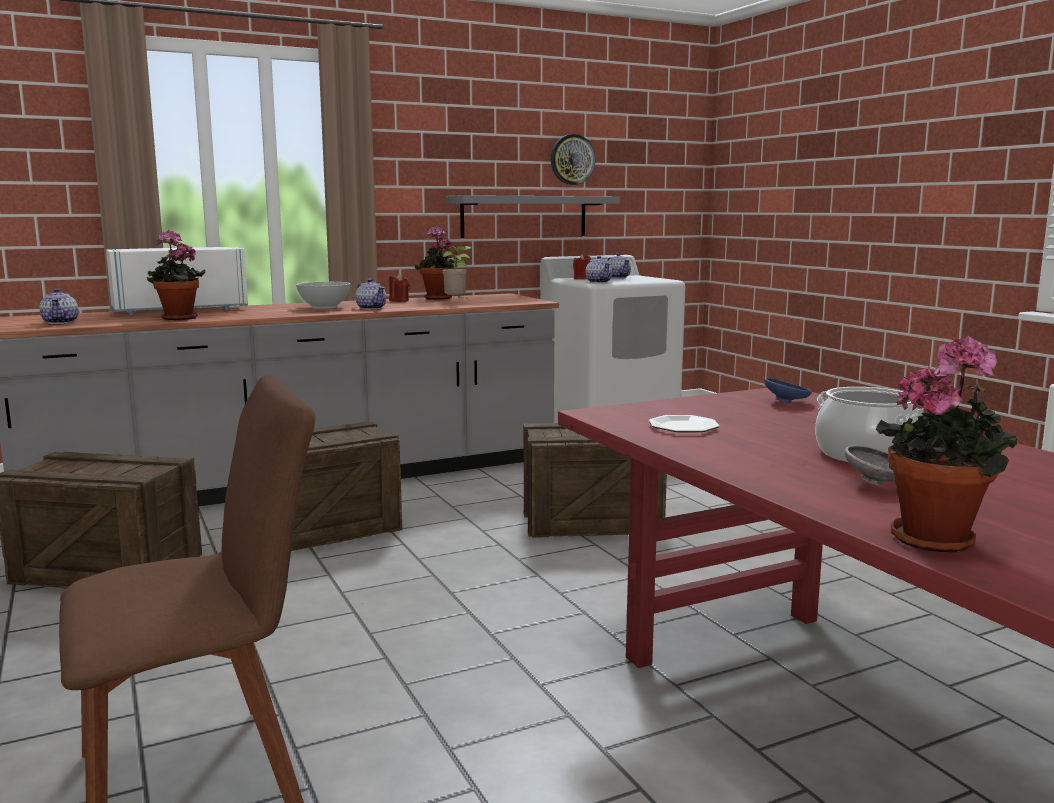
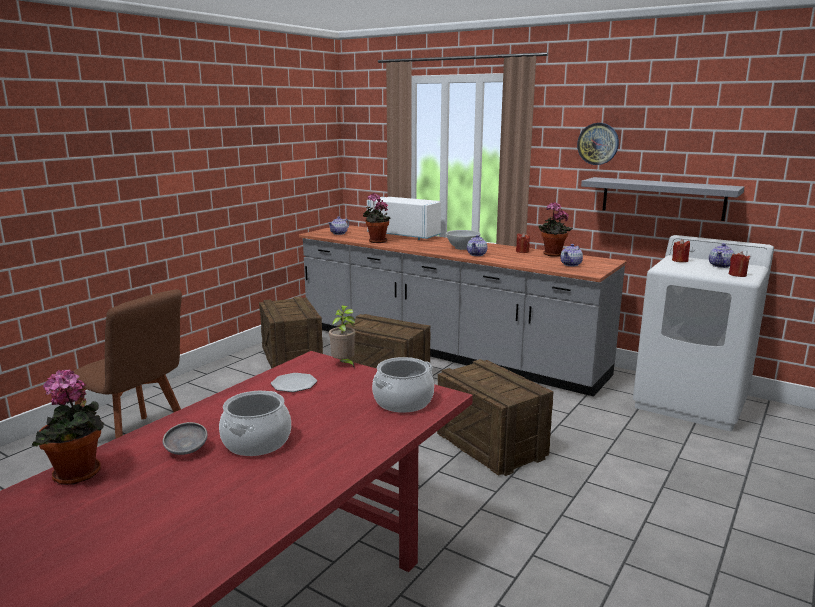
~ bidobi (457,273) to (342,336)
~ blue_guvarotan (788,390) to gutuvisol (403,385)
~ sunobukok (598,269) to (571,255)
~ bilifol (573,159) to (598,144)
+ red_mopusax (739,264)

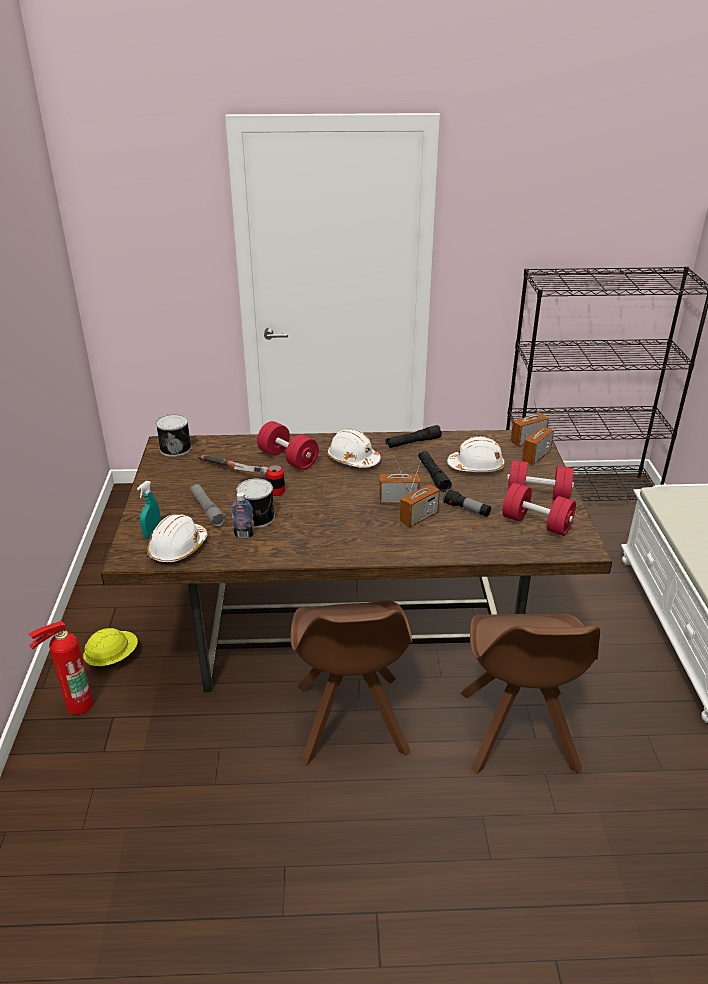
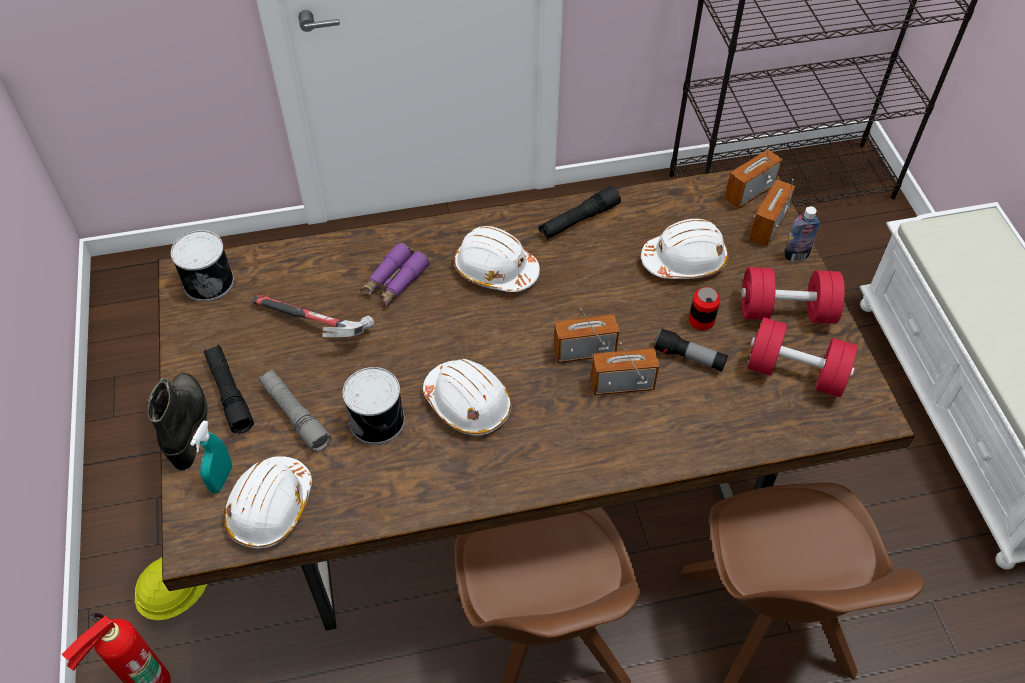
+ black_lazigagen (177,421)
~ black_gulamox (435,471) to (229,389)
~ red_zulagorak (288,445) to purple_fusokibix (395,274)
+ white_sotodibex (467,397)
~ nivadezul (420,494) = (625,369) 135 degrees counterclockwise
~ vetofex (276,480) to (704,308)
~ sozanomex (243,515) to (802,233)

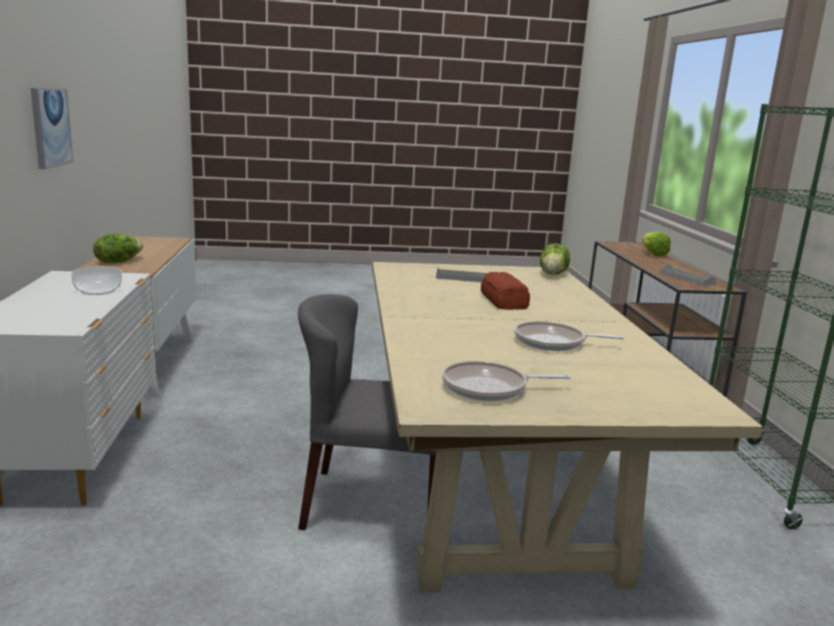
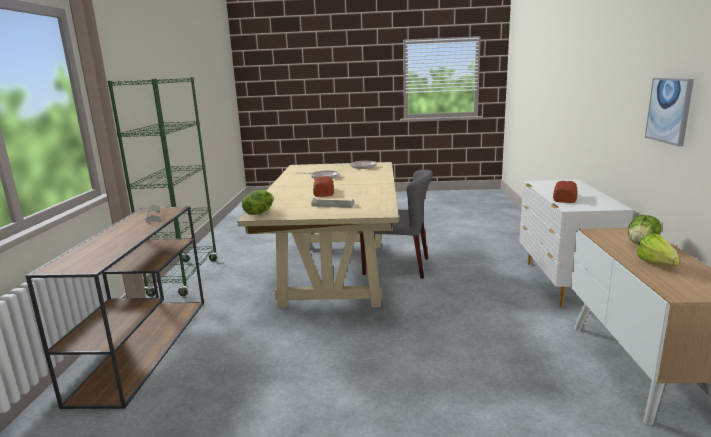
~ guvarotan (96,280) to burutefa (565,192)
~ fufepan (656,244) to (658,249)

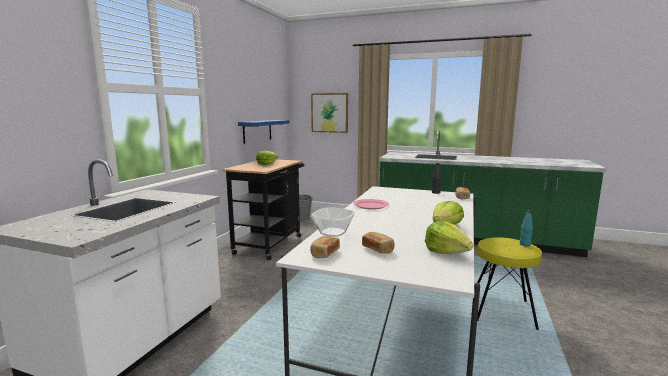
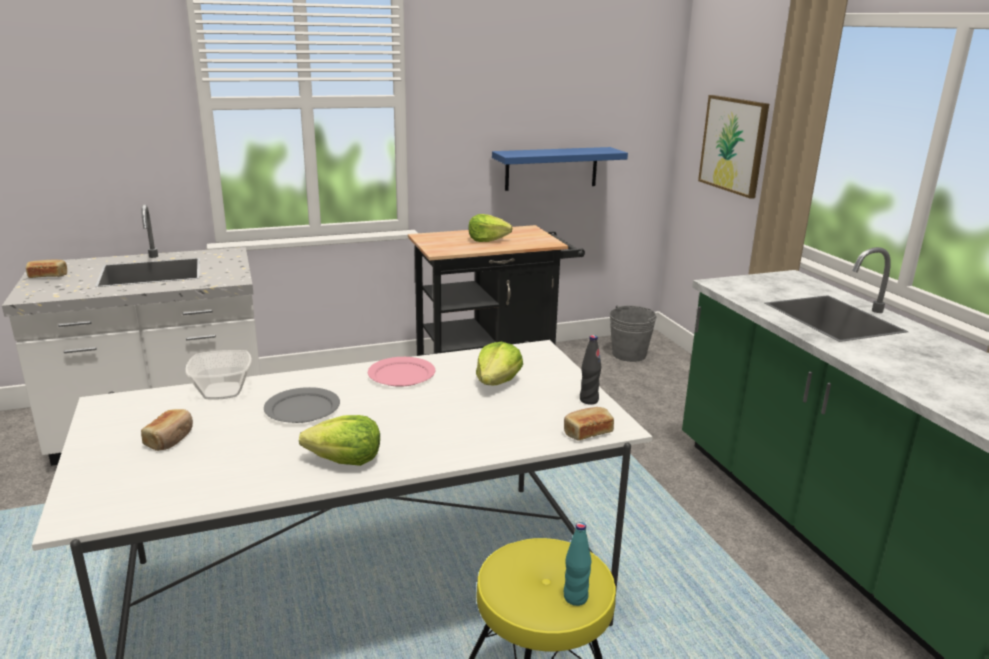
~ burutefa (325,246) to (46,269)
+ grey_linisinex (302,405)
~ fufepan (449,237) to (499,363)

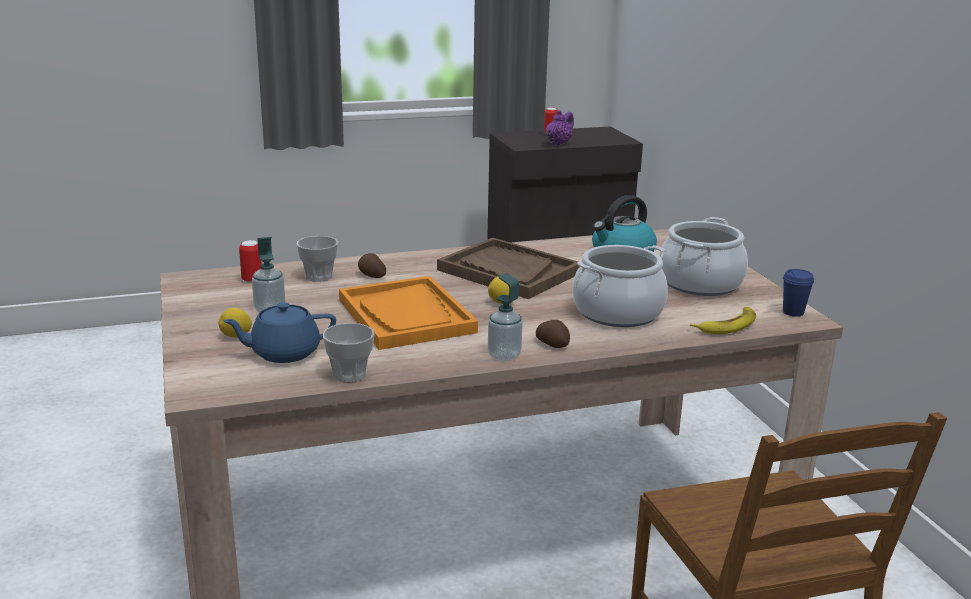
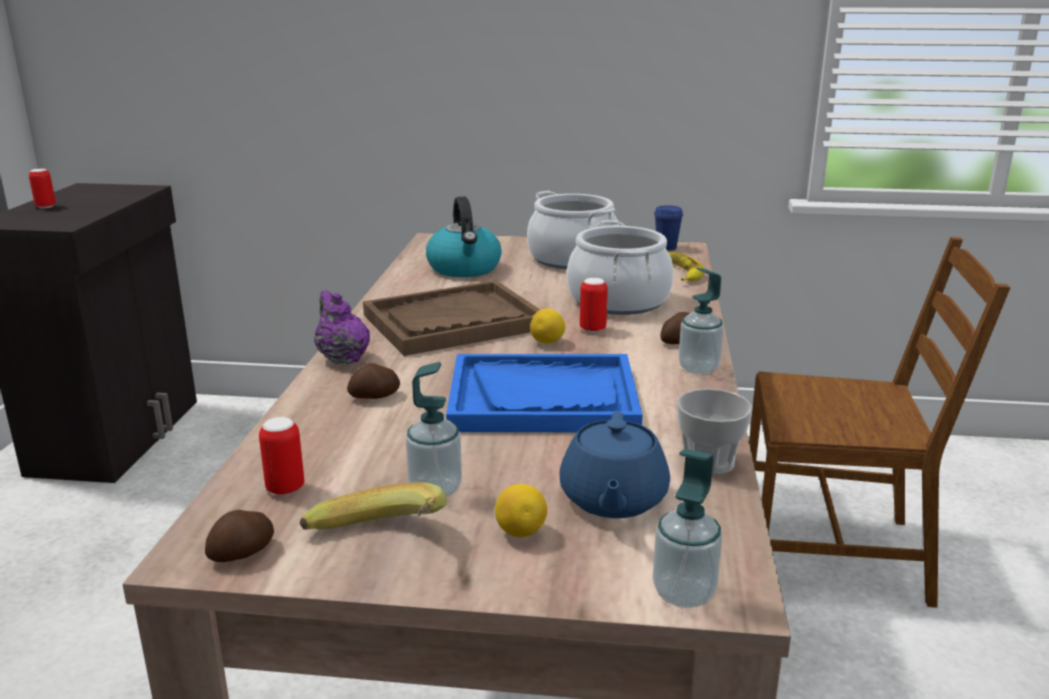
+ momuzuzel (239,536)
+ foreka (373,506)
~ purple_sunobukok (560,127) to (342,327)
~ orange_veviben (408,313) to blue_veviben (544,393)
+ vetofex (594,305)
+ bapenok (687,528)
- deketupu (317,259)

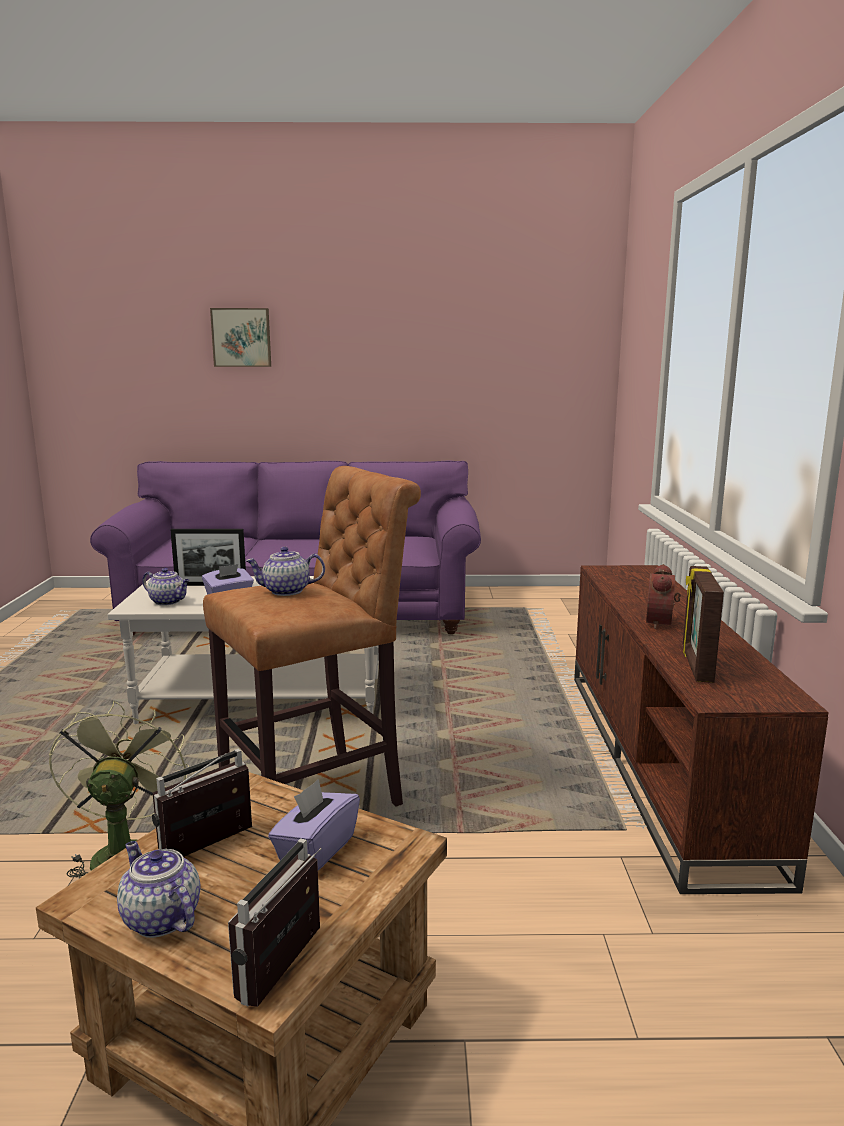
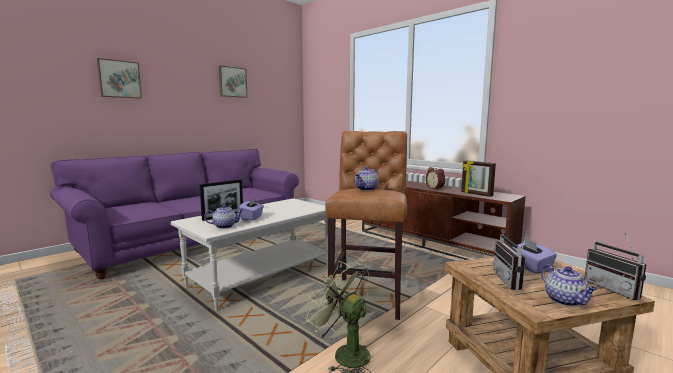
+ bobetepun (233,81)
~ sunobukok (159,889) = (569,285) 105 degrees counterclockwise

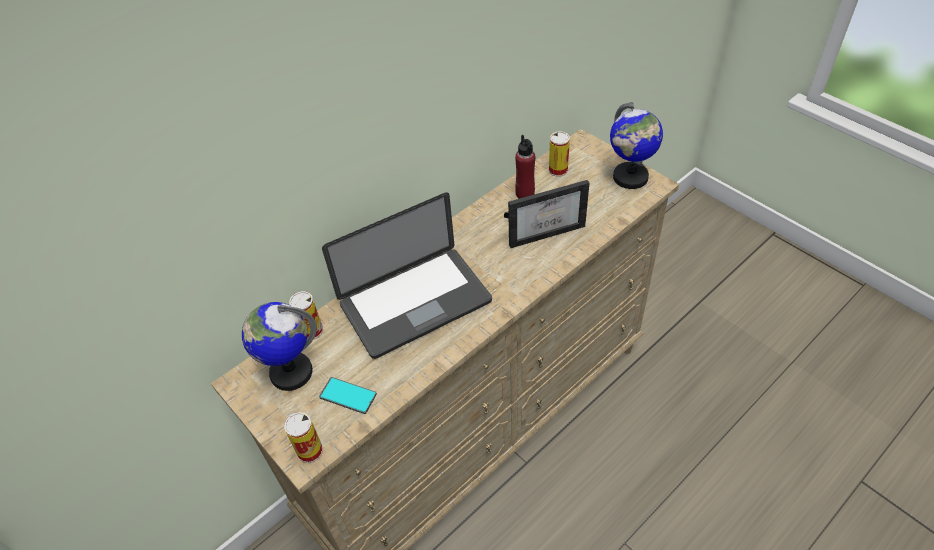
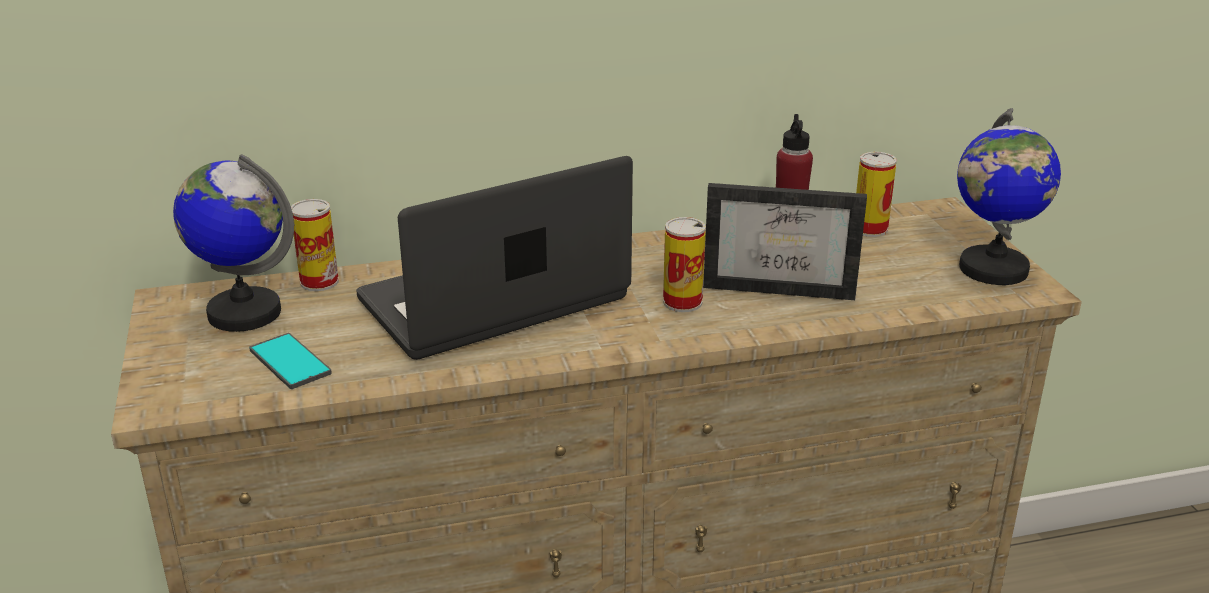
~ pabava (407,275) = (494,258) 150 degrees clockwise
~ vetofex (303,437) to (684,264)

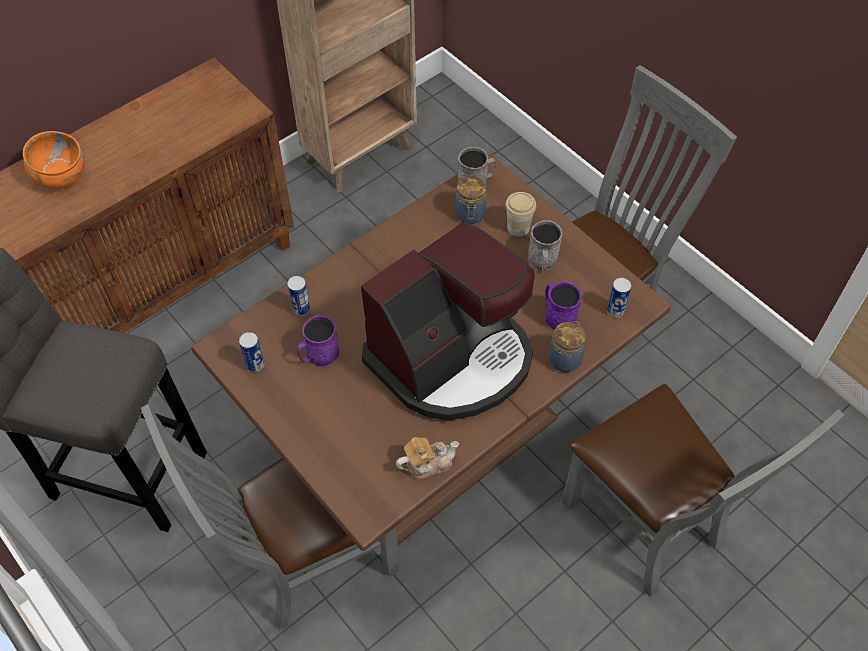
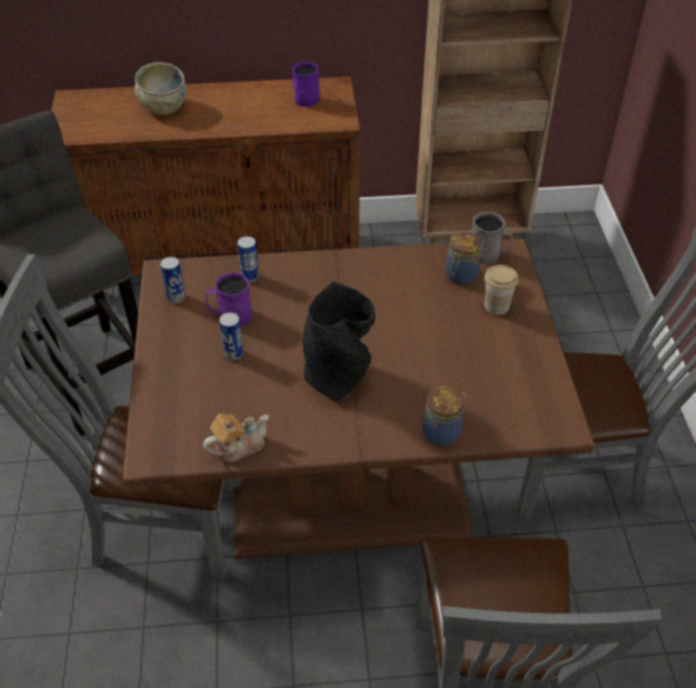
~ orange_guvarotan (54,160) to beige_guvarotan (161,88)
~ sunobukok (427,458) = (236,437) 45 degrees counterclockwise
~ vetofex (619,297) to (231,336)
~ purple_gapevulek (563,306) to (306,84)
~ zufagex (448,321) to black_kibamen (339,341)
- grey_gapevulek (545,245)

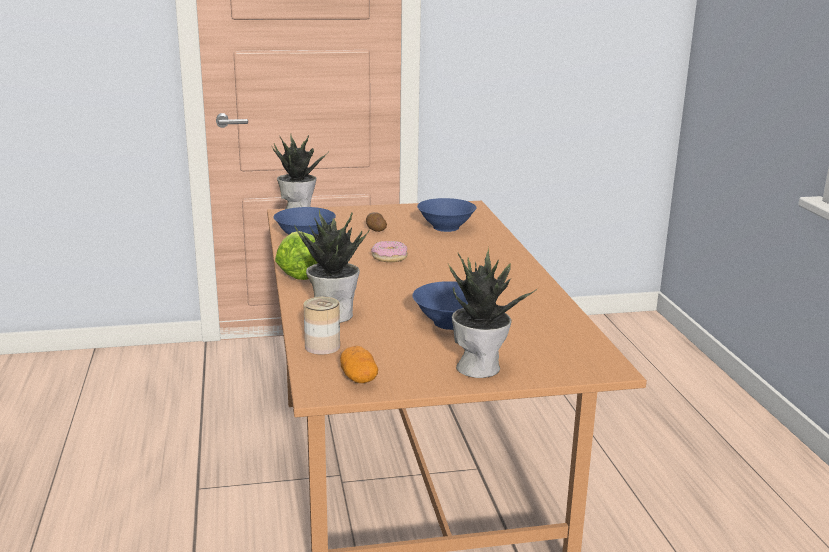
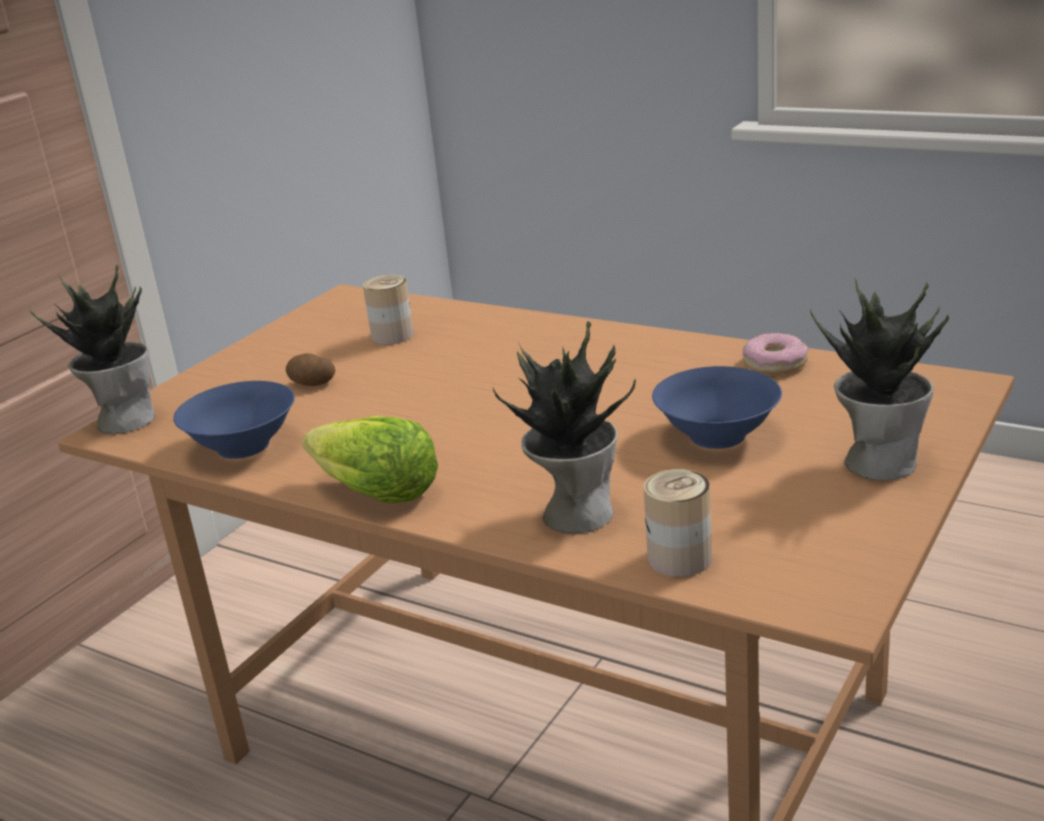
~ blue_guvarotan (446,215) to vetofex (388,309)
~ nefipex (389,251) to (776,353)
- momuzuzel (359,364)

